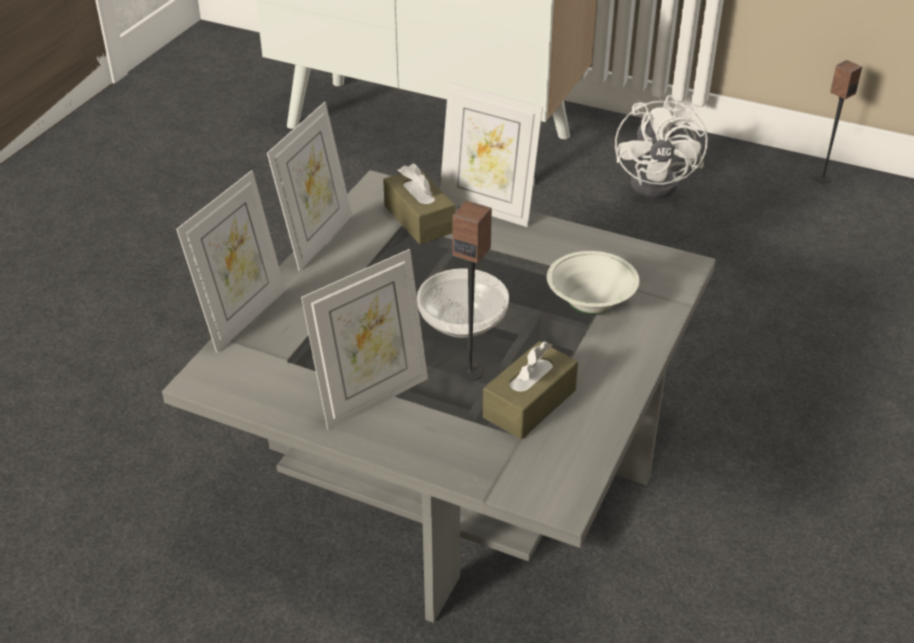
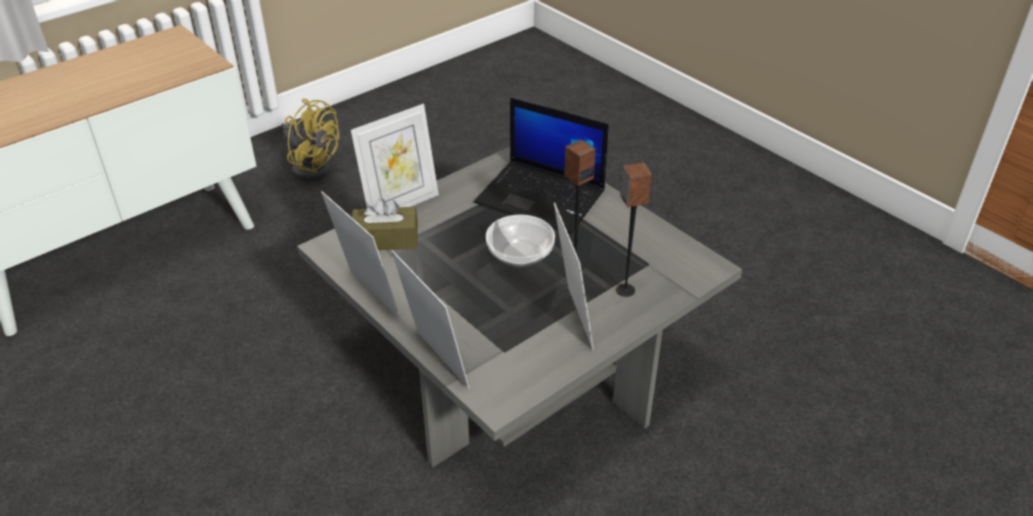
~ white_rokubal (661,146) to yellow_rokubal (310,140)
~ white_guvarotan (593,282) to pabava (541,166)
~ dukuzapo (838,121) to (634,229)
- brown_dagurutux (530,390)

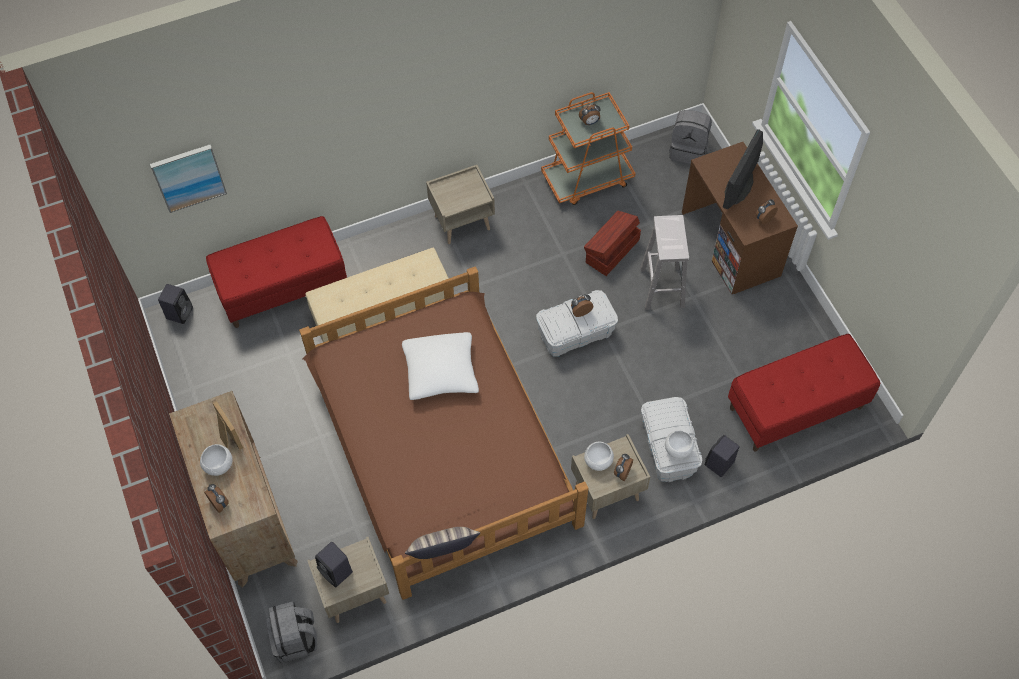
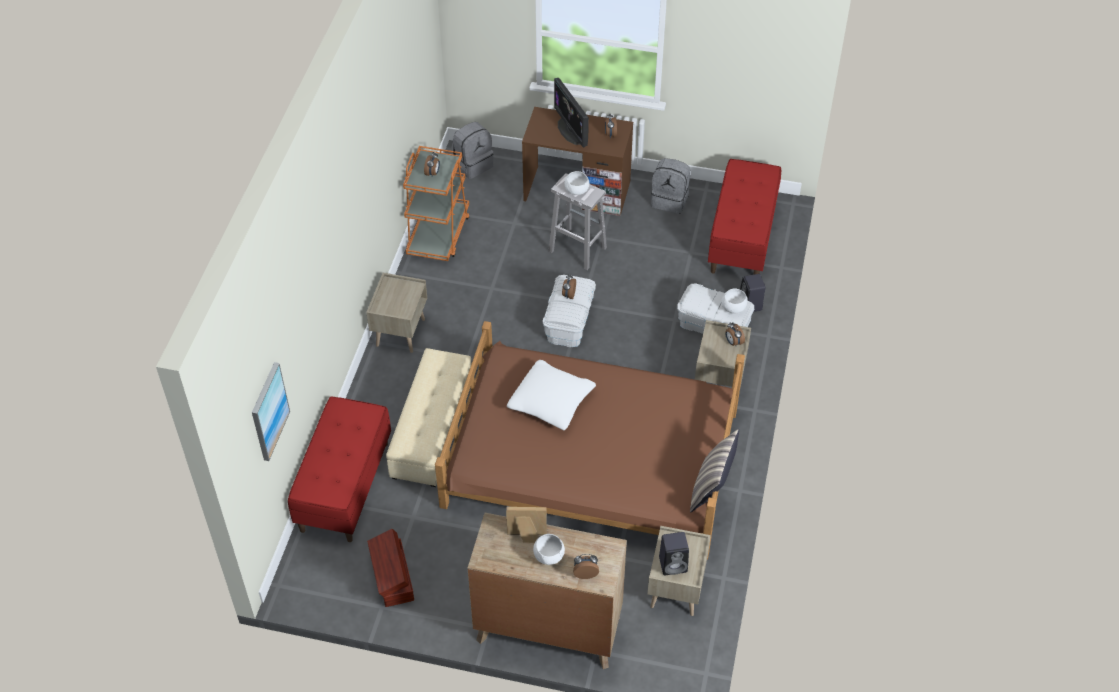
~ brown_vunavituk (612,243) to (390,568)
~ white_guvarotan (599,456) to (577,183)
~ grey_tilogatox (291,632) to (671,186)
- black_dukuzapo (175,304)

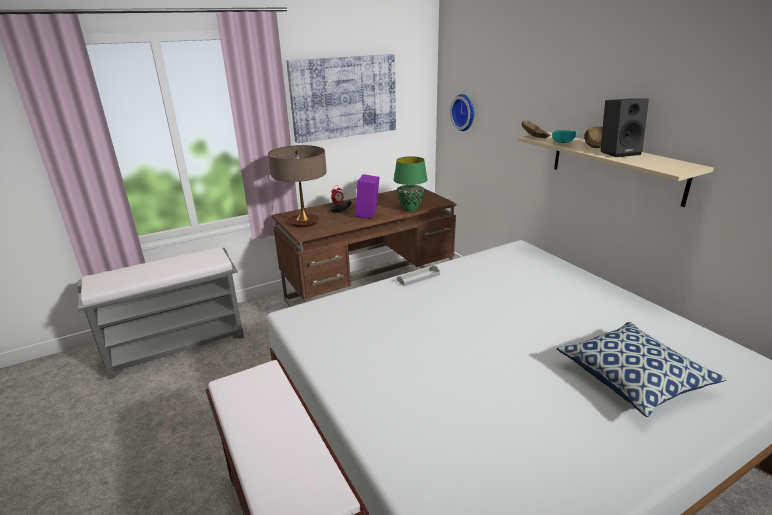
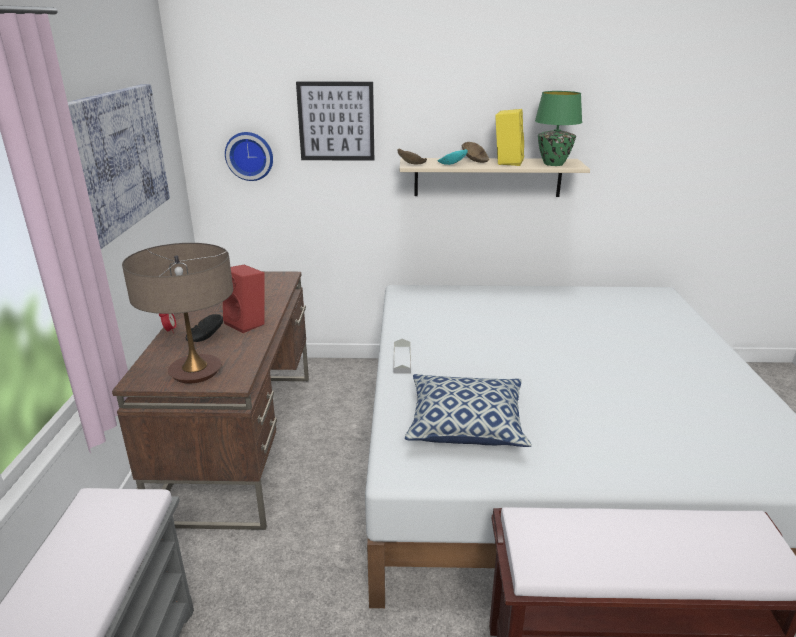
~ purple_dukuzapo (367,196) to red_dukuzapo (244,299)
+ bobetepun (335,121)
~ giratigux (642,369) to (468,410)
~ black_dukuzapo (624,127) to yellow_dukuzapo (509,137)
~ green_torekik (411,183) to (558,128)

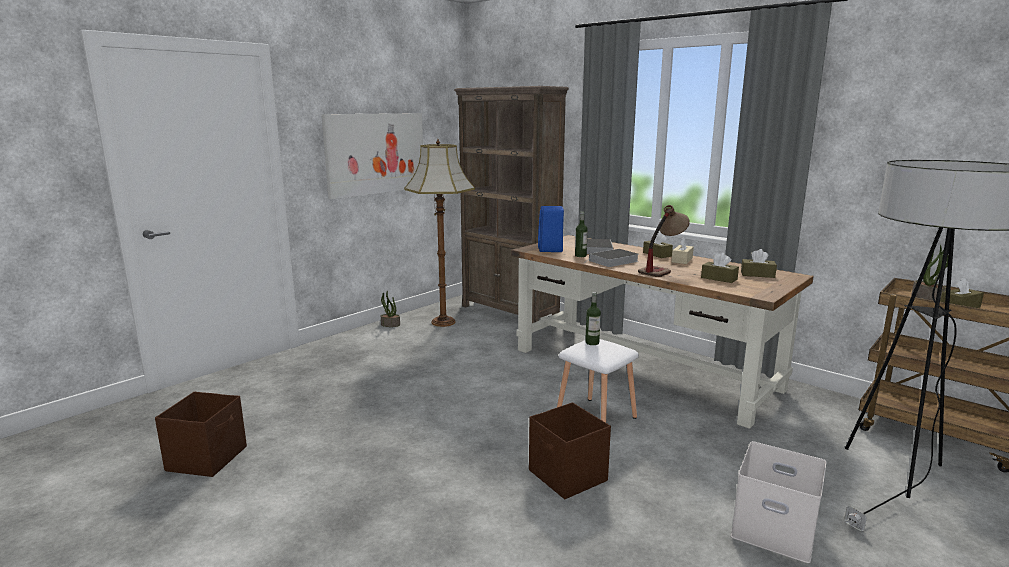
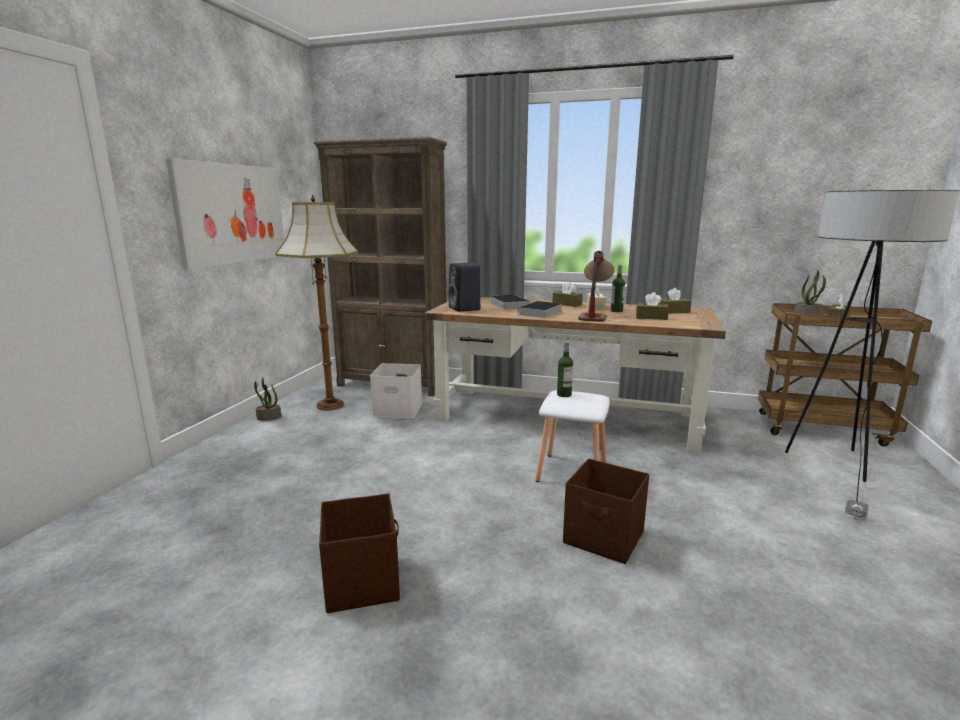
~ brown_vunavituk (201,434) to (359,553)
~ white_vunavituk (779,502) to (396,390)
~ blue_dukuzapo (551,229) to black_dukuzapo (464,287)
~ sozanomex (581,234) to (618,288)

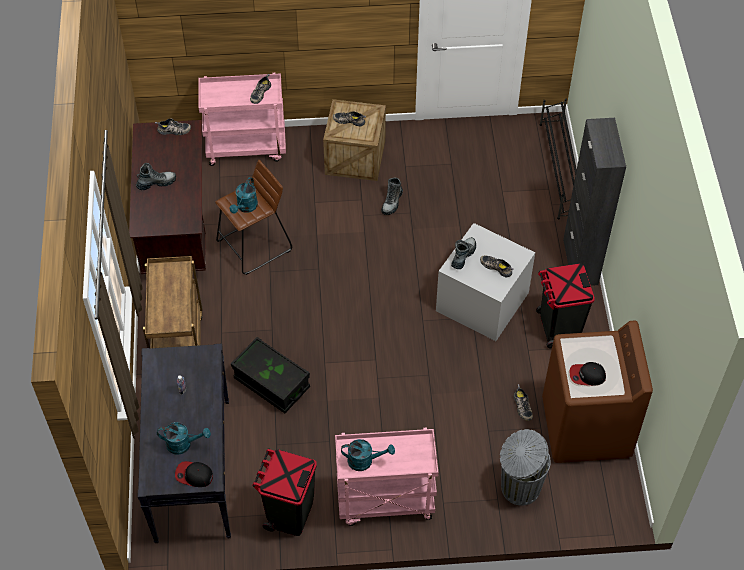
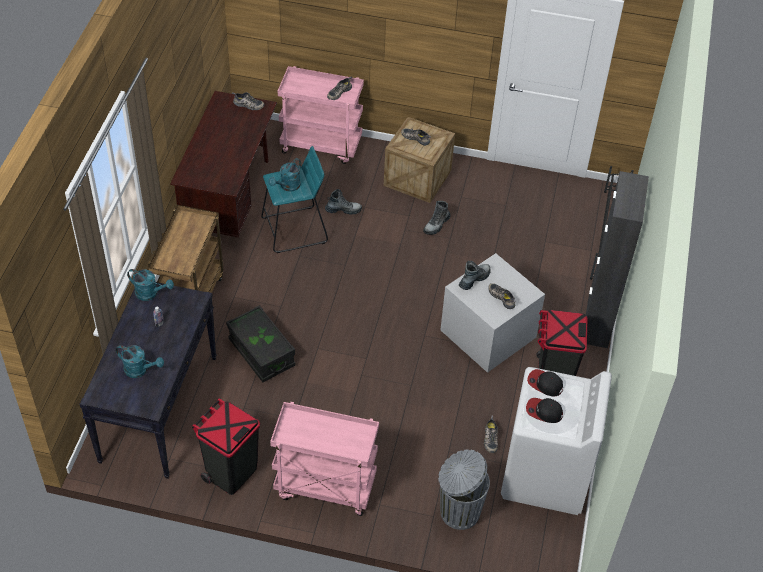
~ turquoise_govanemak (368,455) to (150,285)
~ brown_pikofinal (253,217) to turquoise_pikofinal (294,199)
~ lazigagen (156,176) to (343,202)
~ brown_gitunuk (597,391) to white_gitunuk (556,441)
~ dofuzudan (194,474) to (545,383)

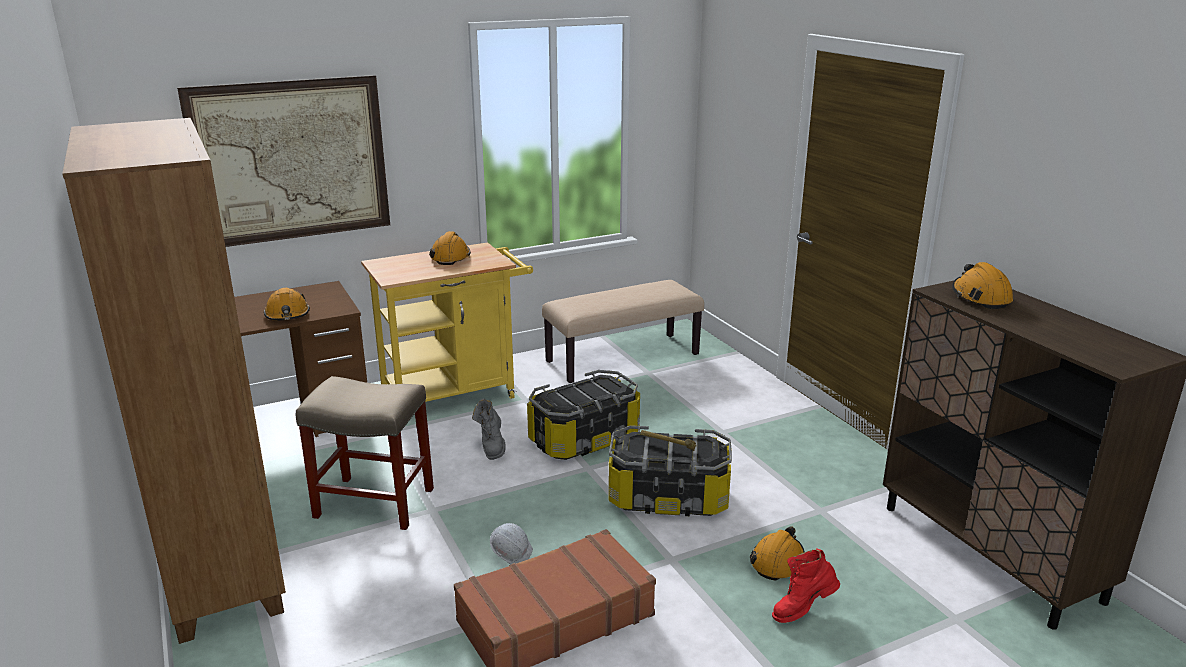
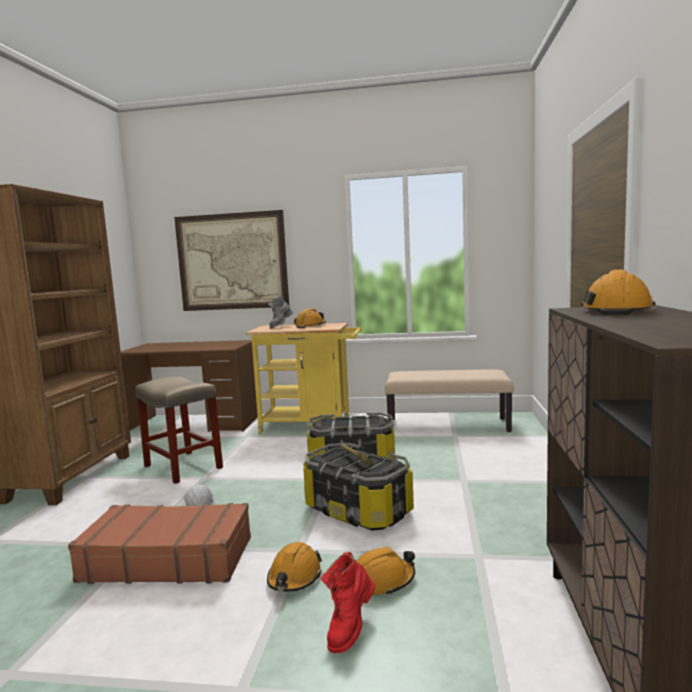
~ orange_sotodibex (287,304) to (294,567)
~ grey_lazigagen (489,429) to (280,312)
~ red_lazigagen (806,586) = (348,602) 75 degrees counterclockwise

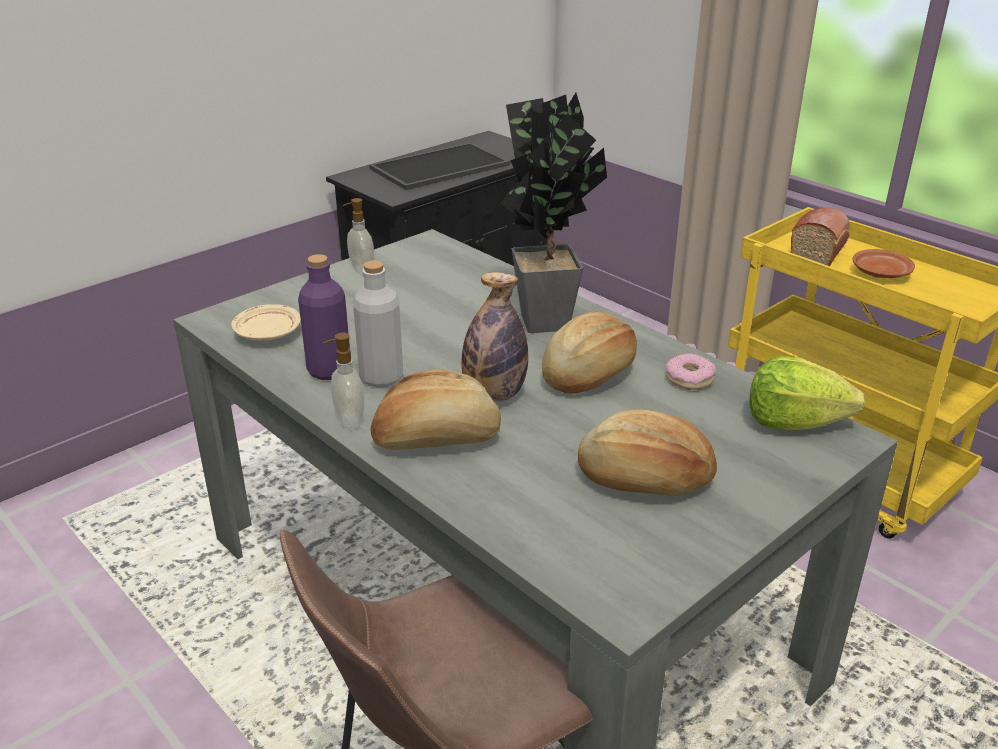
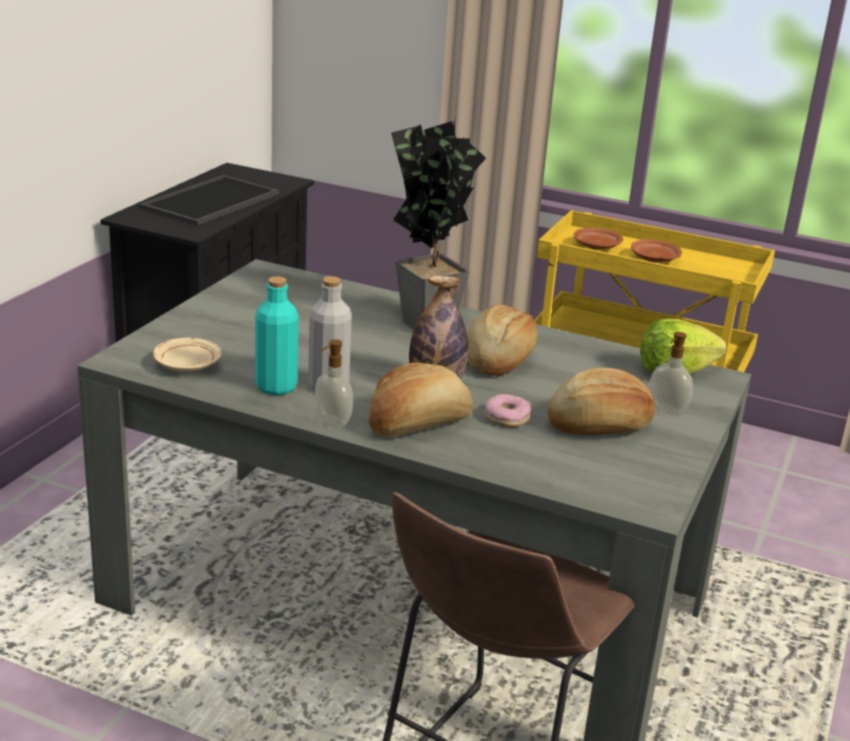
~ purple_sozanomex (324,317) to turquoise_sozanomex (277,335)
~ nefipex (691,372) to (508,410)
~ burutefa (820,237) to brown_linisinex (598,239)
~ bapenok (358,236) to (671,373)

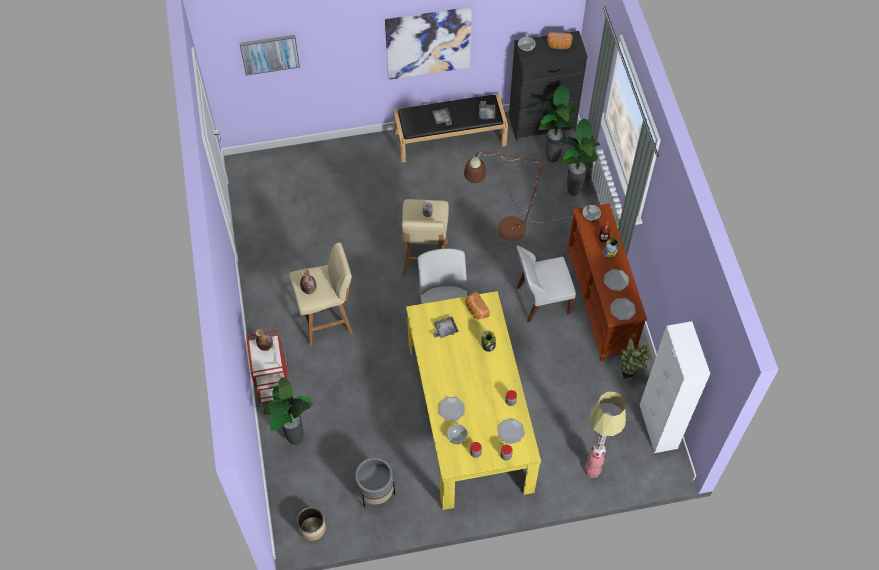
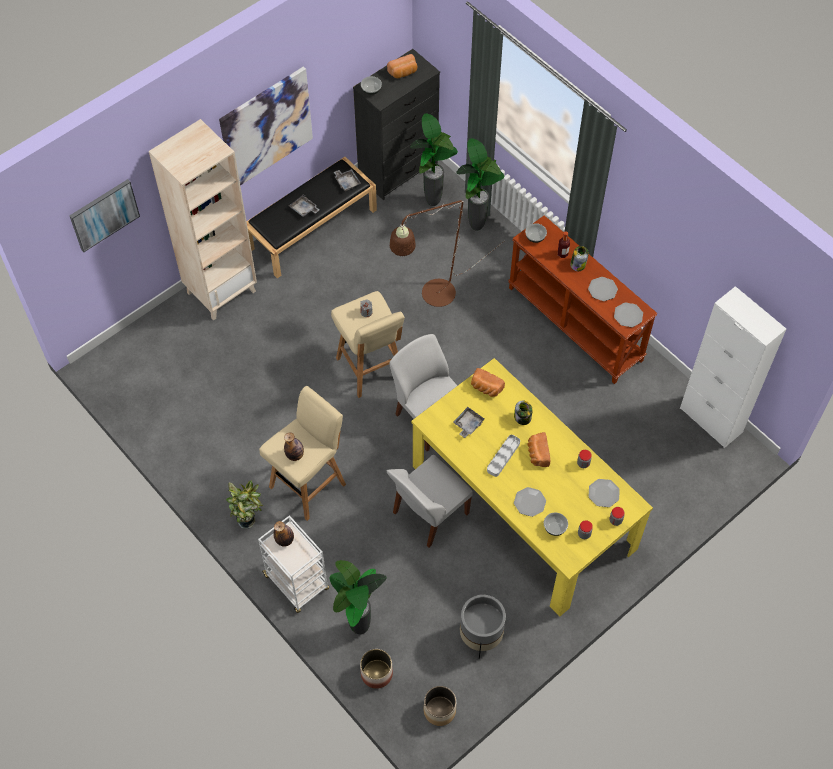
+ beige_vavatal (203,220)
~ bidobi (635,359) to (245,504)
~ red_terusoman (267,368) to white_terusoman (293,564)
+ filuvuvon (376,669)
~ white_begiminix (546,283) to (430,501)
+ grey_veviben (503,456)
+ burutefa (539,449)
- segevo (605,435)

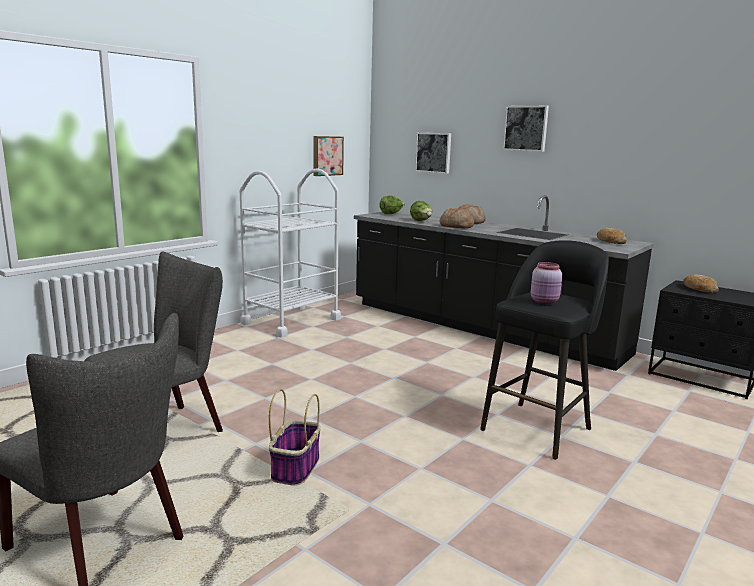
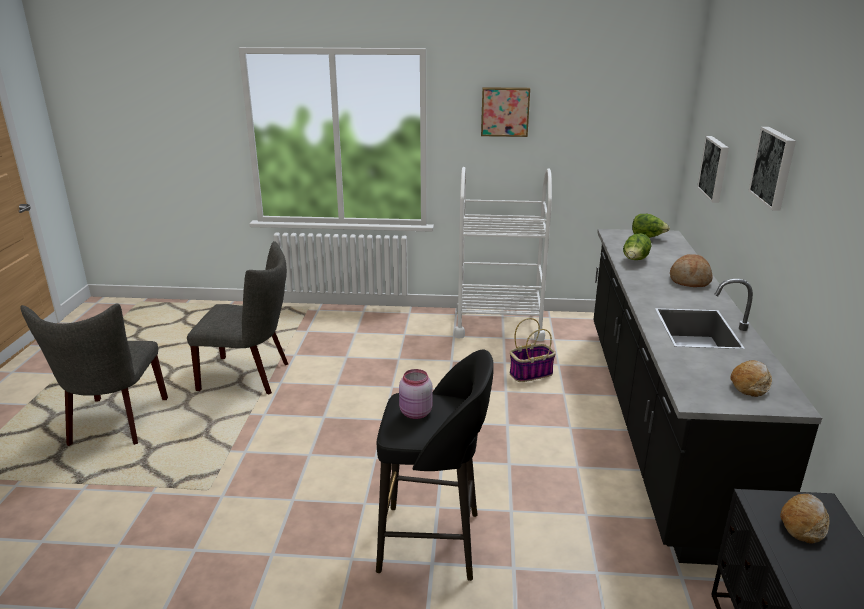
~ bobetepun (328,156) to (505,112)
~ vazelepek (294,437) to (533,350)
- burutefa (457,218)

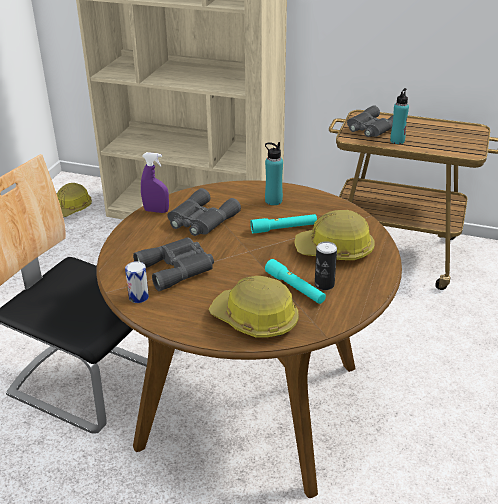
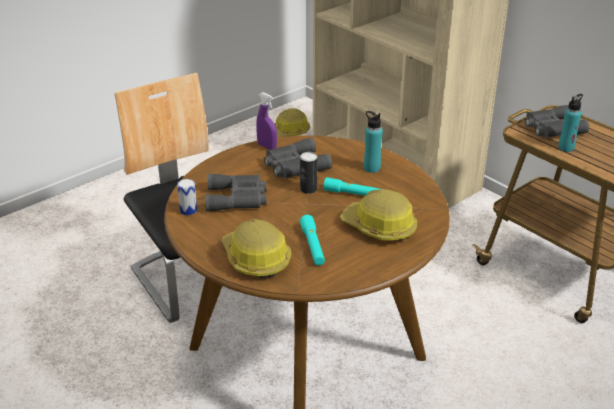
~ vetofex (326,265) to (308,173)

